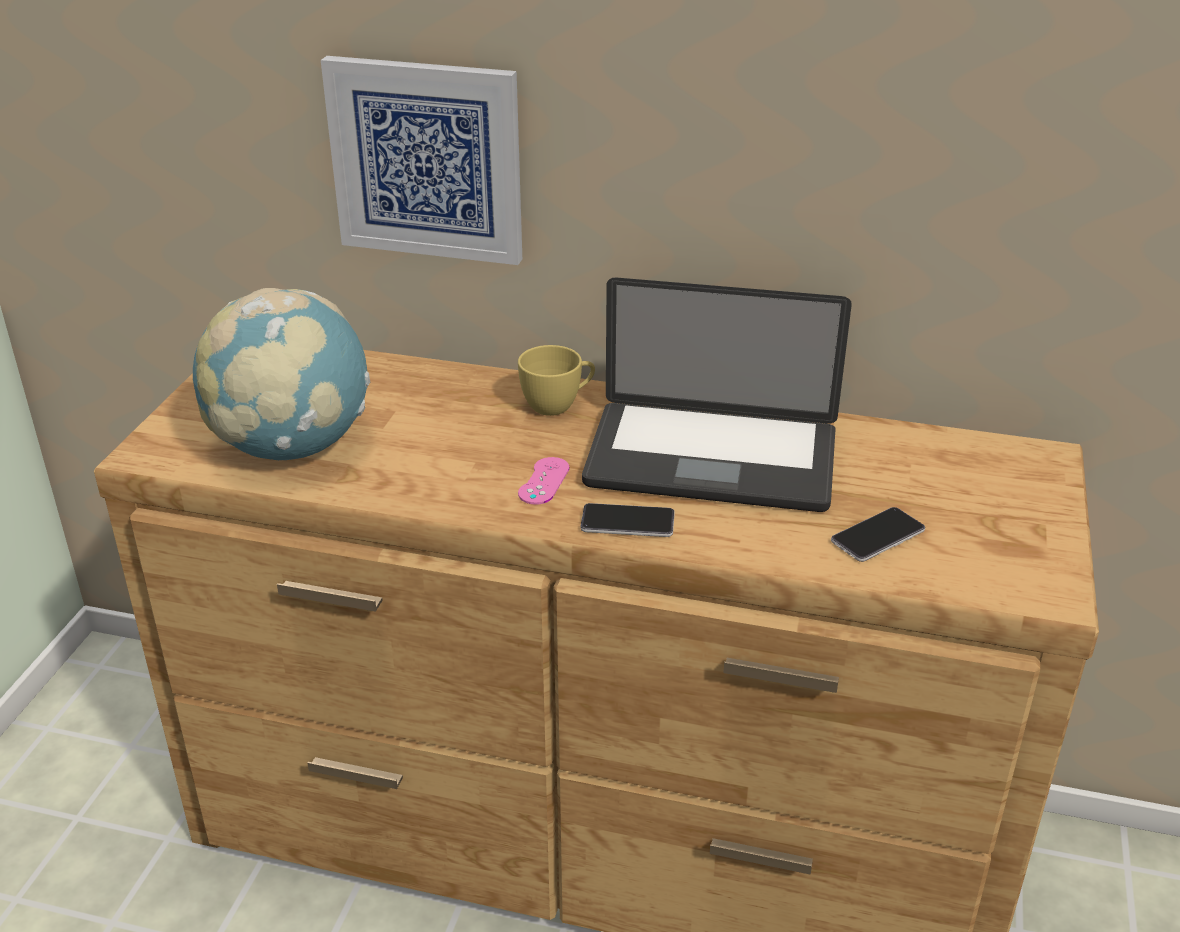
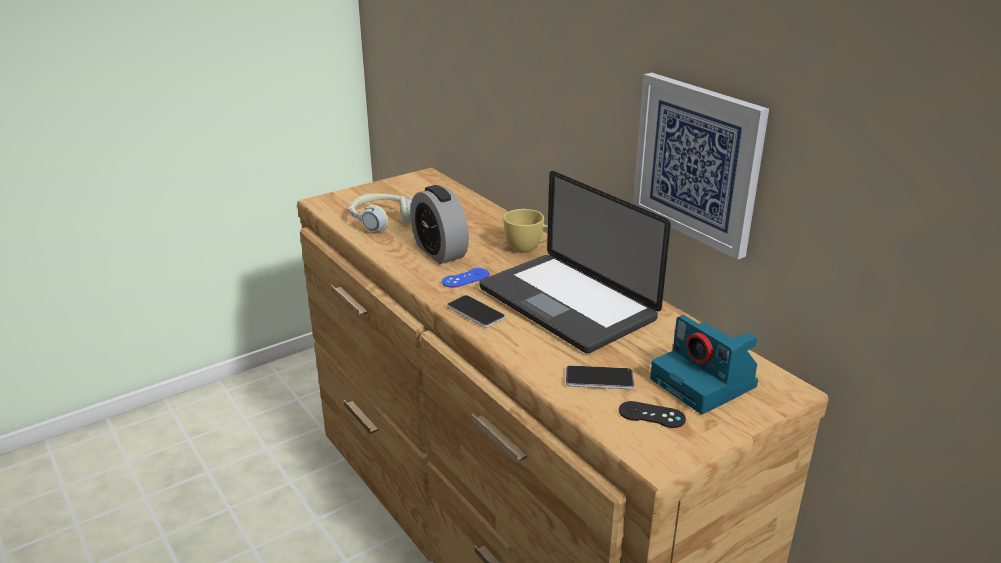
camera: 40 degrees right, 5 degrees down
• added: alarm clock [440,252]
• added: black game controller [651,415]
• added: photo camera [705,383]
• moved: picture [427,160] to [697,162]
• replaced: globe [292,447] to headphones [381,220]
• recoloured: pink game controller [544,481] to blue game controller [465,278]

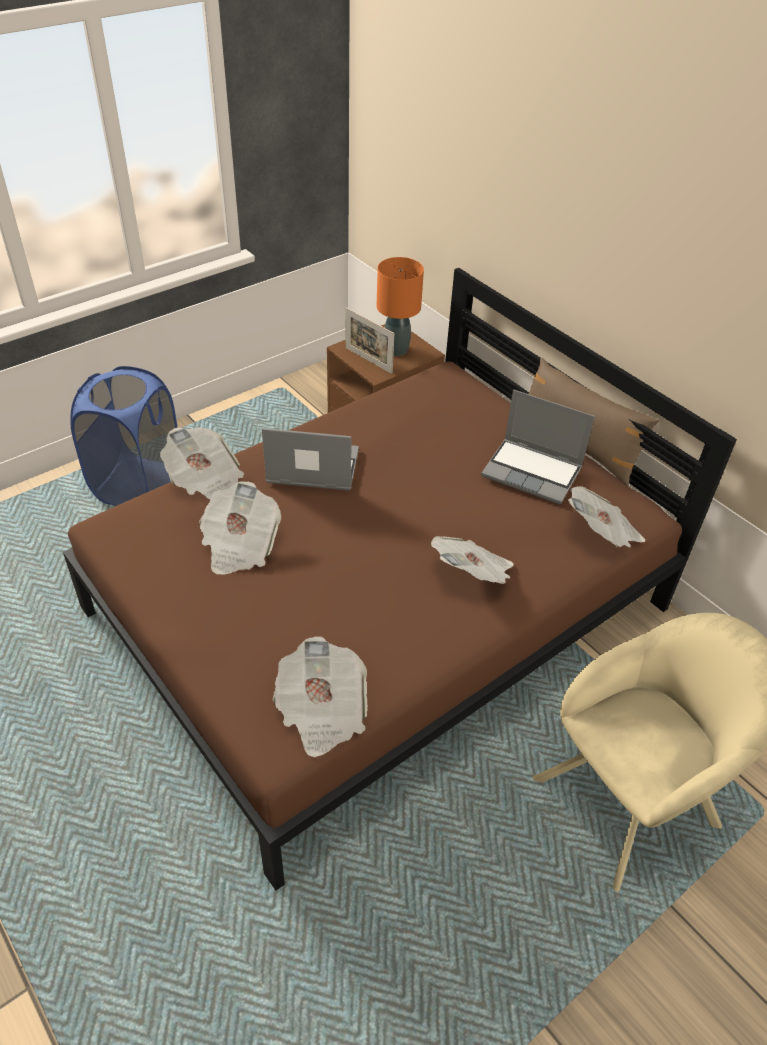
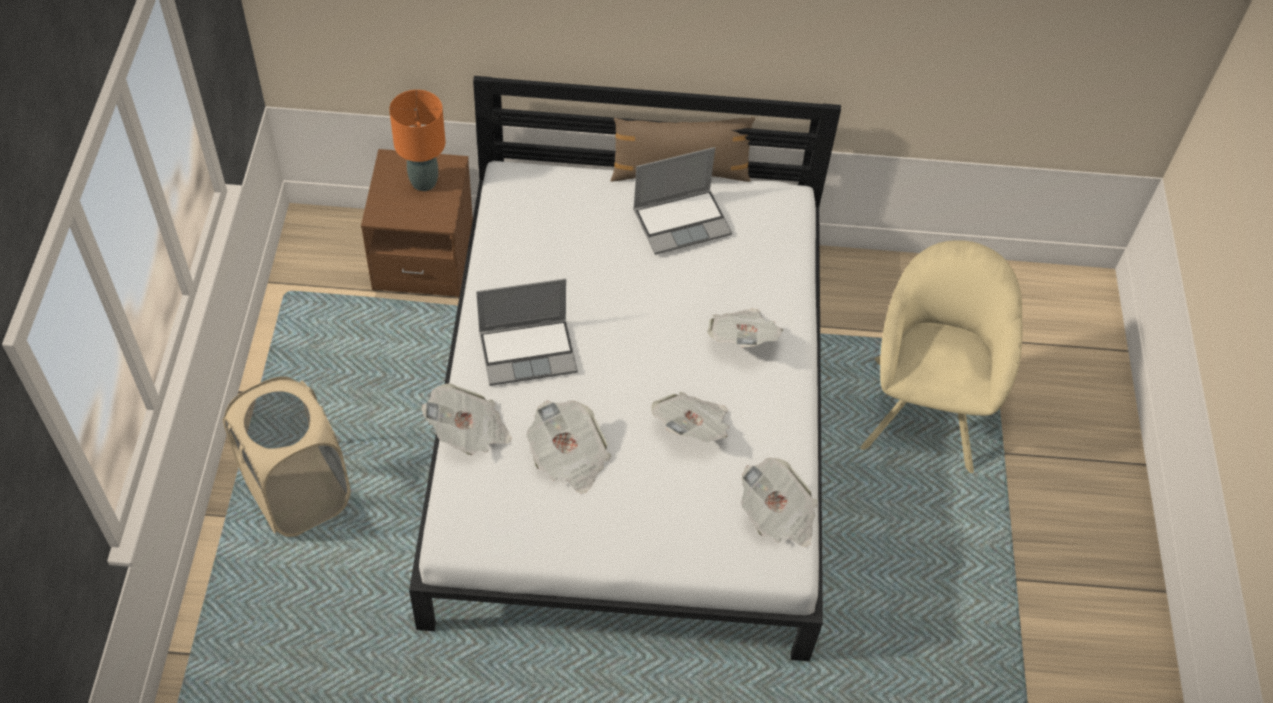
camera: 50 degrees left, 10 degrees up
• removed: picture frame [368,360]
• moved: newspaper [602,534] to [692,428]
• recoloured: brown bed [380,609] to white bed [632,422]
• recoloured: blue laundry basket [138,484] to beige laundry basket [298,493]
• turned: laptop [311,468] = [529,351] 150 degrees counterclockwise

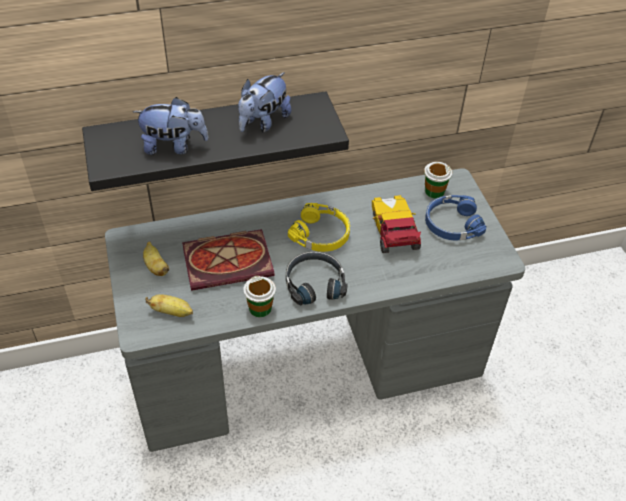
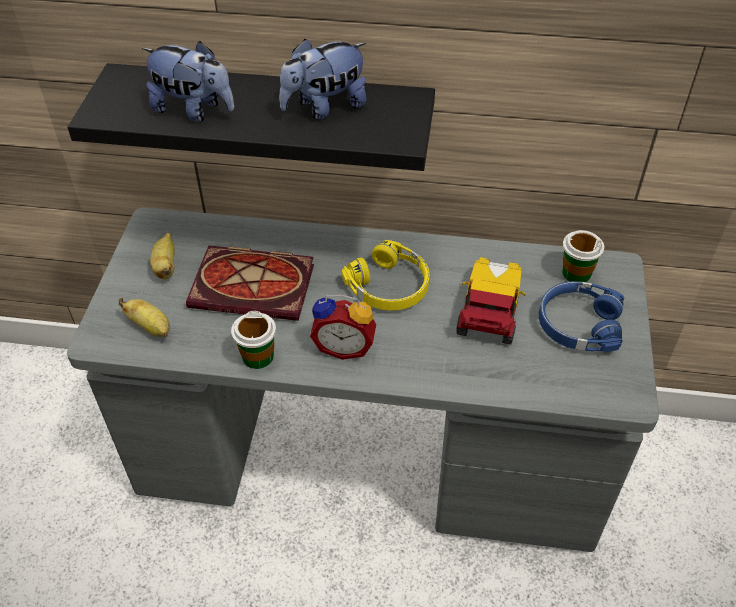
camera: 25 degrees right, 0 degrees up
• replaced: black headphones [314,283] to alarm clock [344,346]

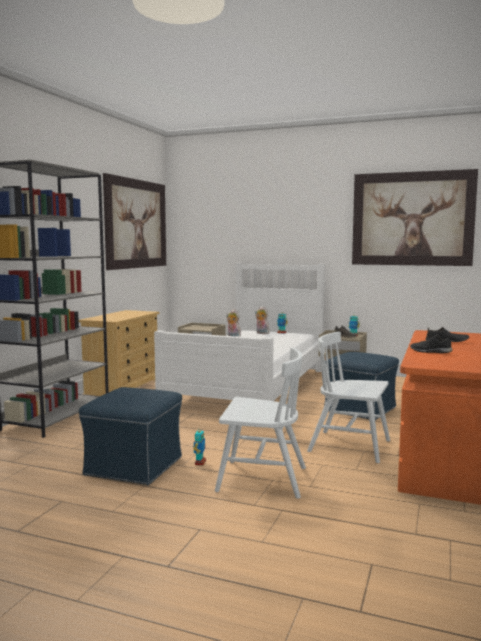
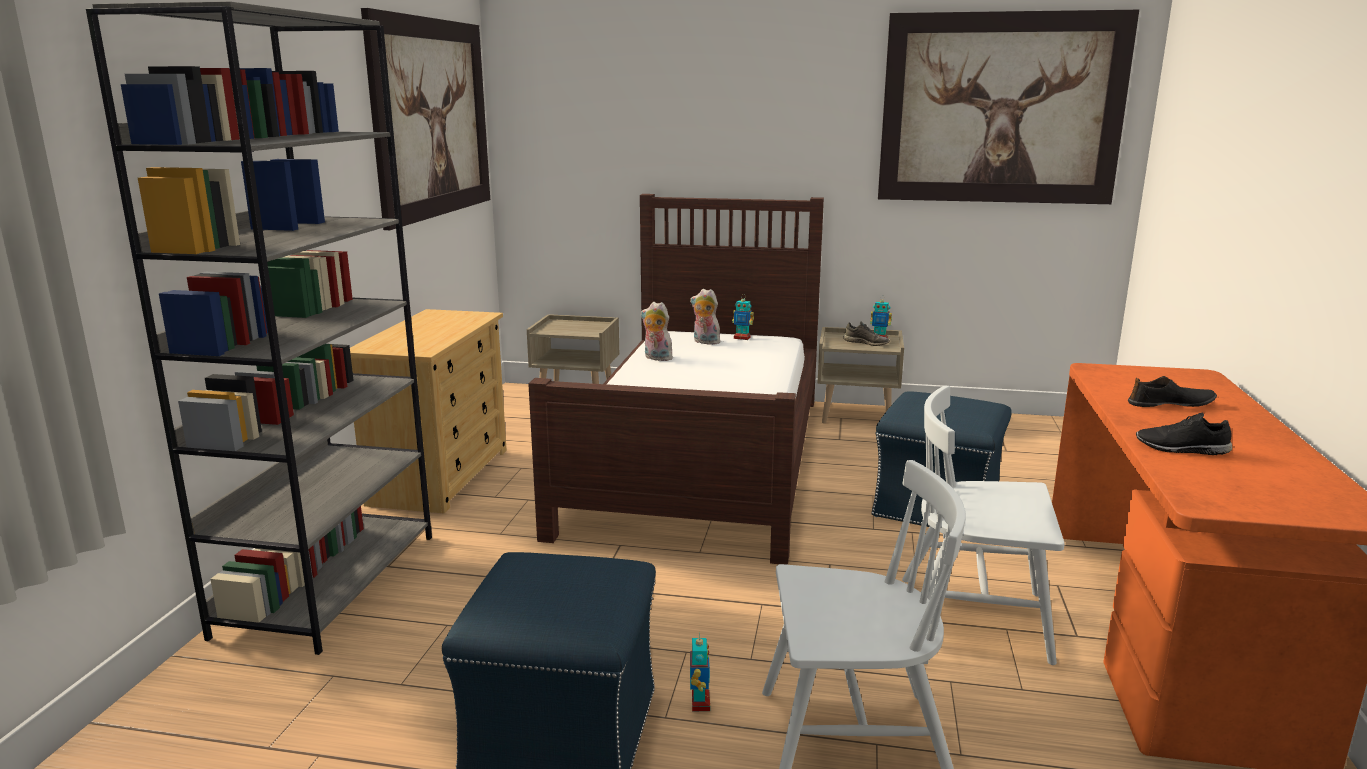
camera: 10 degrees left, 10 degrees up
• recoloured: white bed [251,387] to brown bed [701,459]

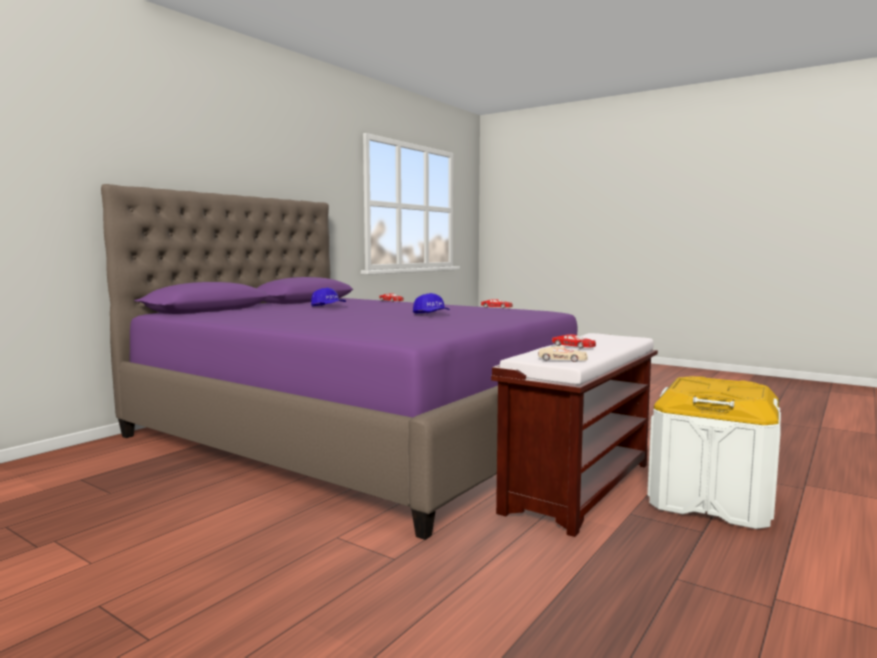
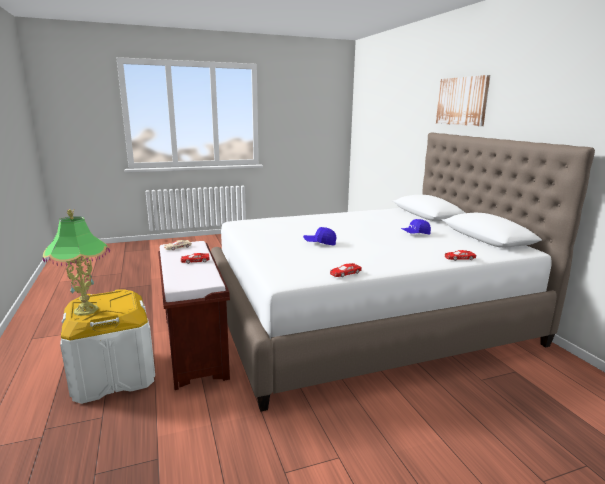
camera: 125 degrees right, 10 degrees up
• added: table lamp [86,310]
• added: picture [462,101]
• recoloured: purple bed [357,434] to white bed [365,318]

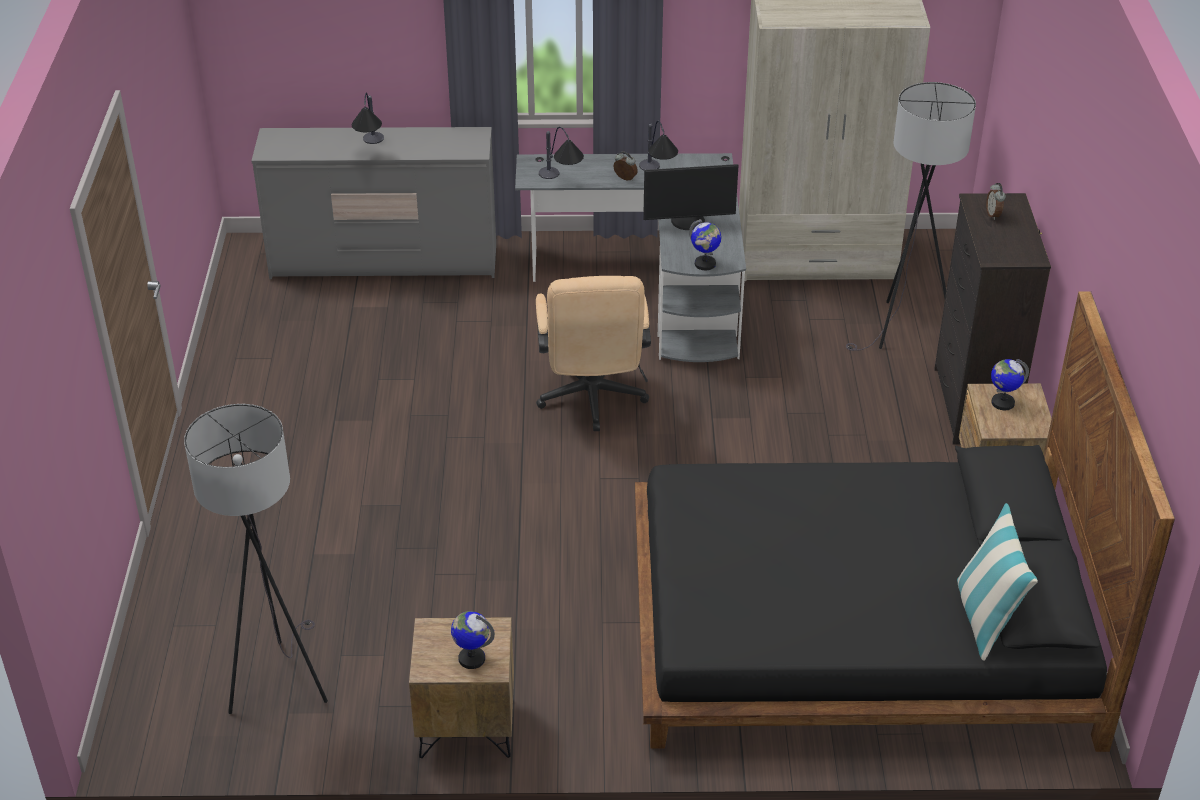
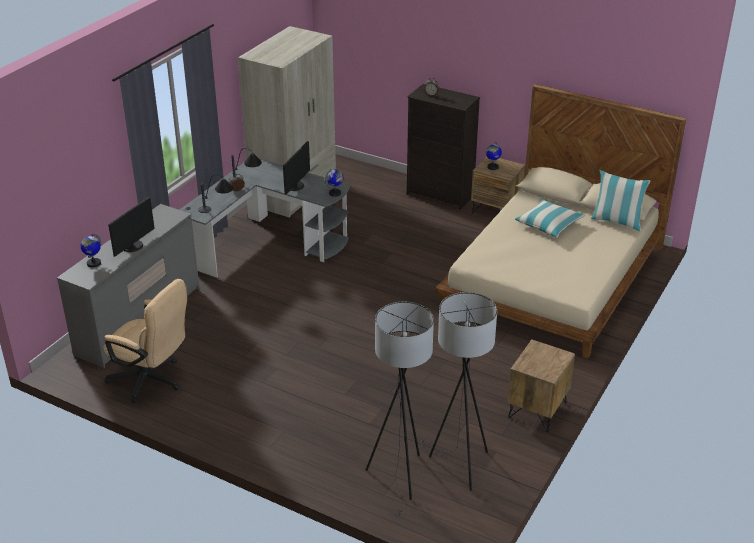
camera: 60 degrees left, 5 degrees down
• added: pillow [549,224]
• moved: globe [471,658] to [93,263]
• moved: beige office chair [592,401] to [152,381]
• moved: grey floor lamp [903,331] to [401,478]
• replaced: table lamp [371,150] to monitor [133,246]
• recoloured: black bed [856,629] to beige bed [554,277]

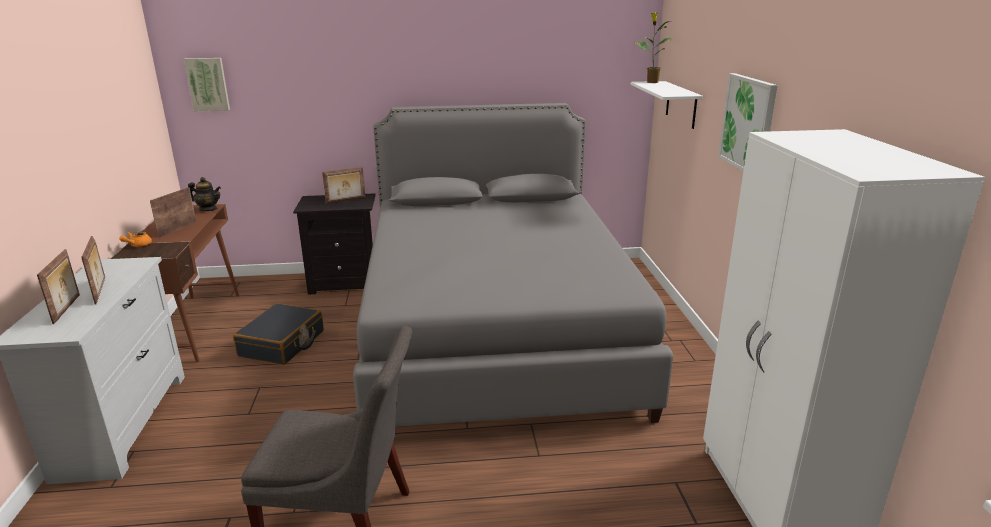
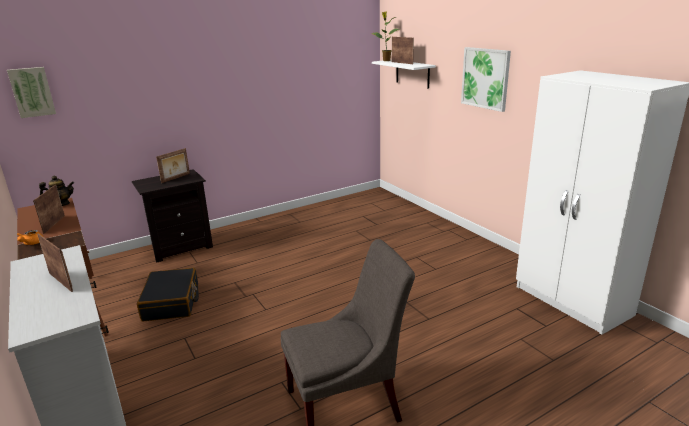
camera: 25 degrees left, 0 degrees up
• removed: grey bed [495,331]
• moved: picture frame [68,308] to [402,63]

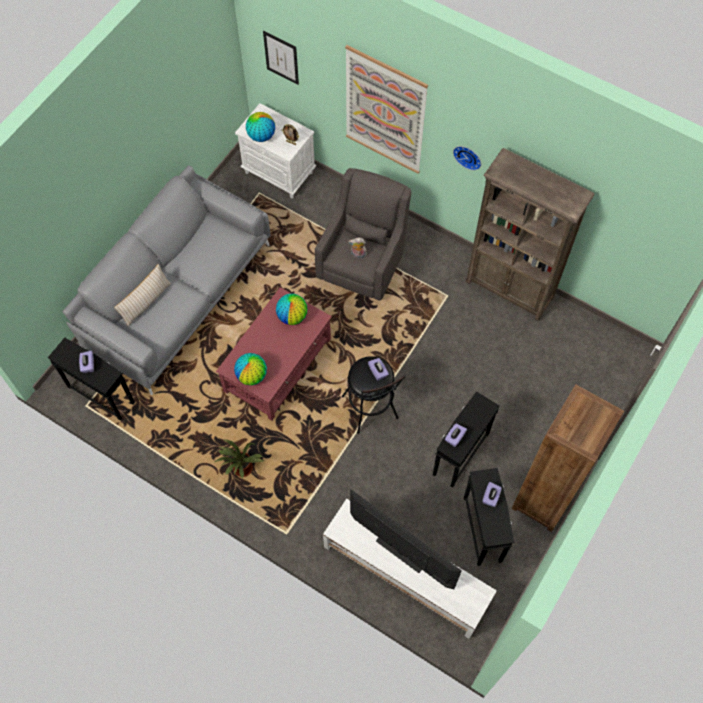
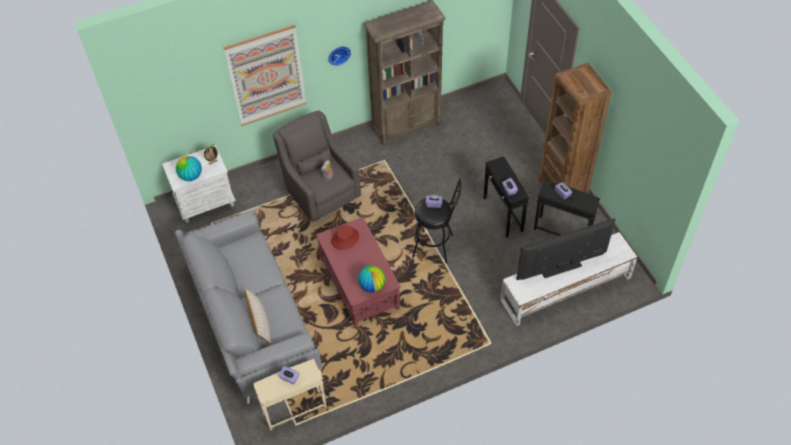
camera: 55 degrees left, 10 degrees down
• removed: potted plant [242,470]
• removed: picture [281,57]
• replaced: globe [292,316] to red hat [345,238]
• recoloured: black side table [101,394] to beige side table [294,409]

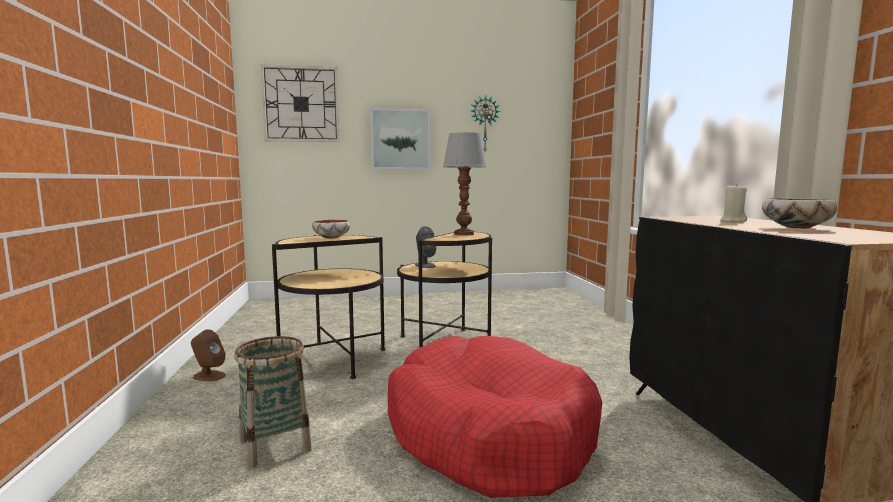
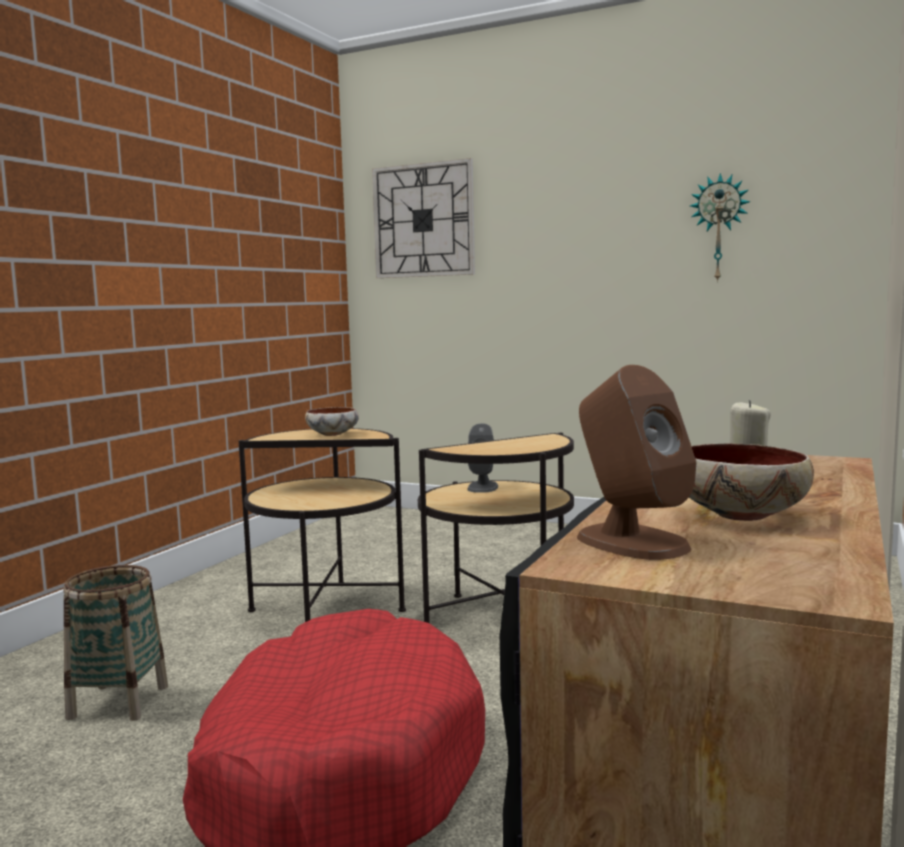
camera: 35 degrees right, 0 degrees up
• removed: picture [400,139]
• removed: table lamp [464,234]
• moved: brown speaker [209,376] to [631,542]

